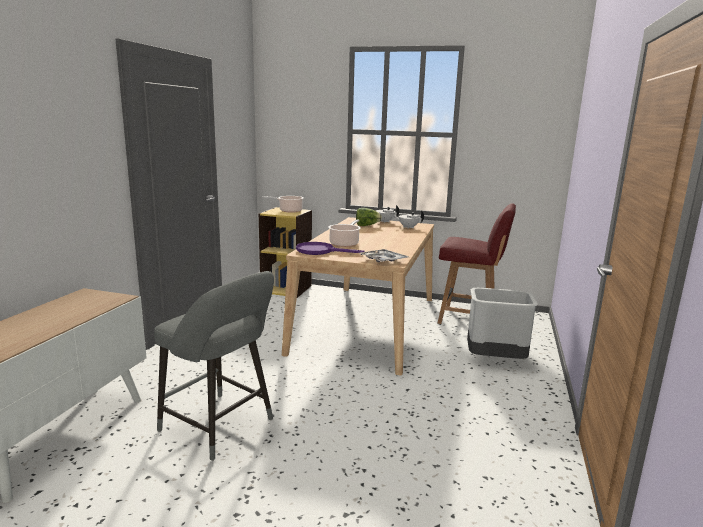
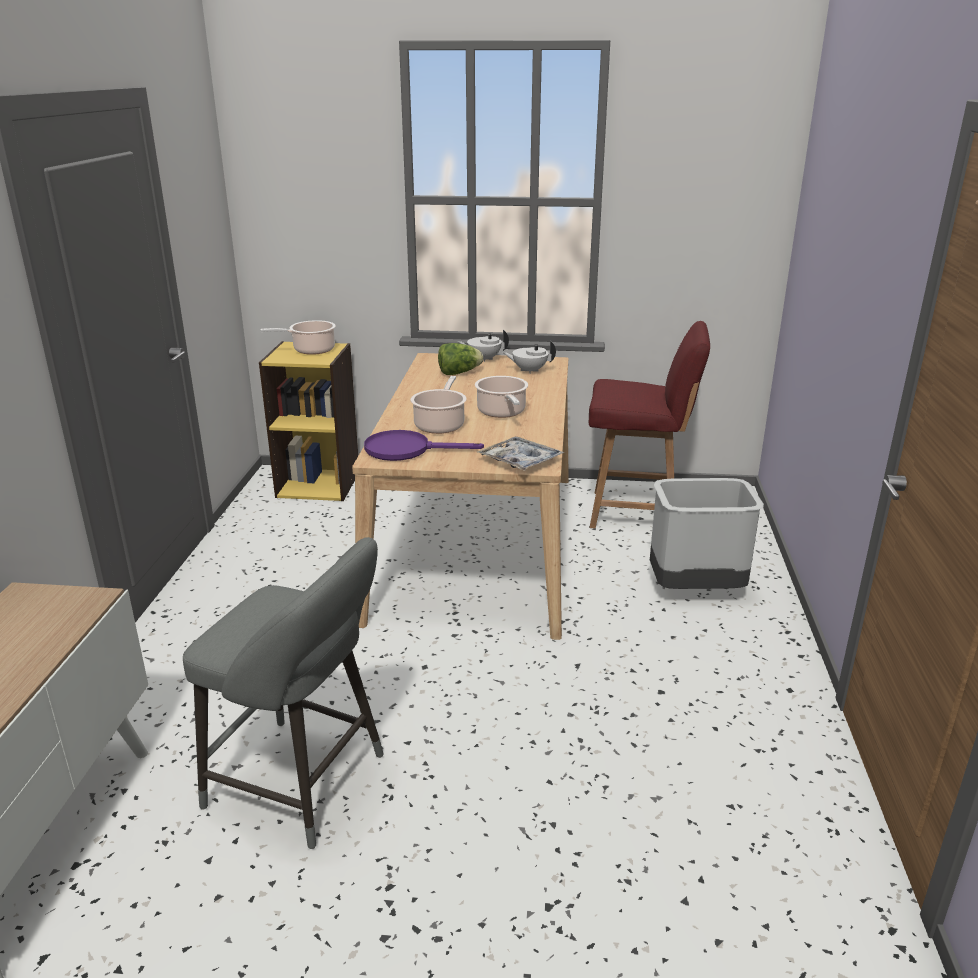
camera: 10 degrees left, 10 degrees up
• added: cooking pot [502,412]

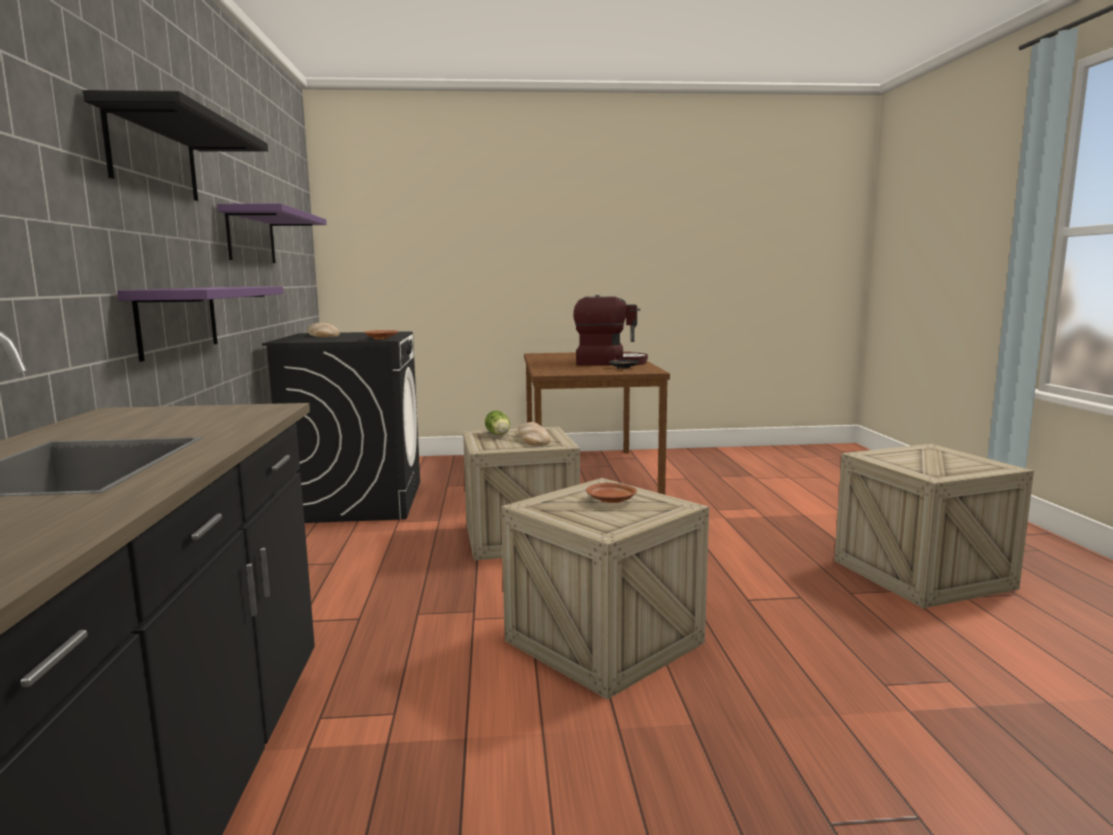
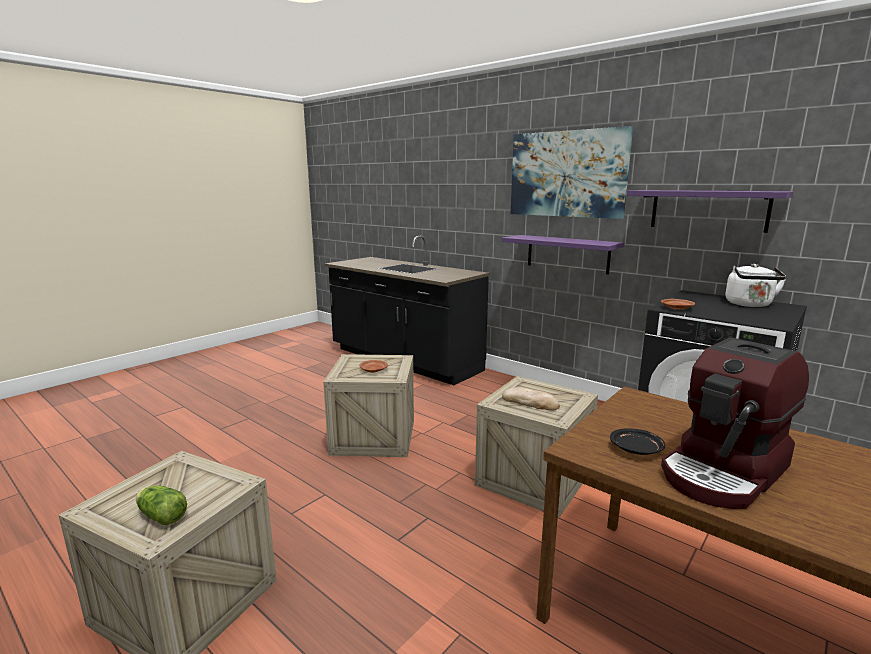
camera: 135 degrees right, 5 degrees up
• moved: lettuce [499,435] to [161,515]
• replaced: black shelf [154,156] to picture [567,174]
• replaced: bread [322,335] to white kettle [749,305]

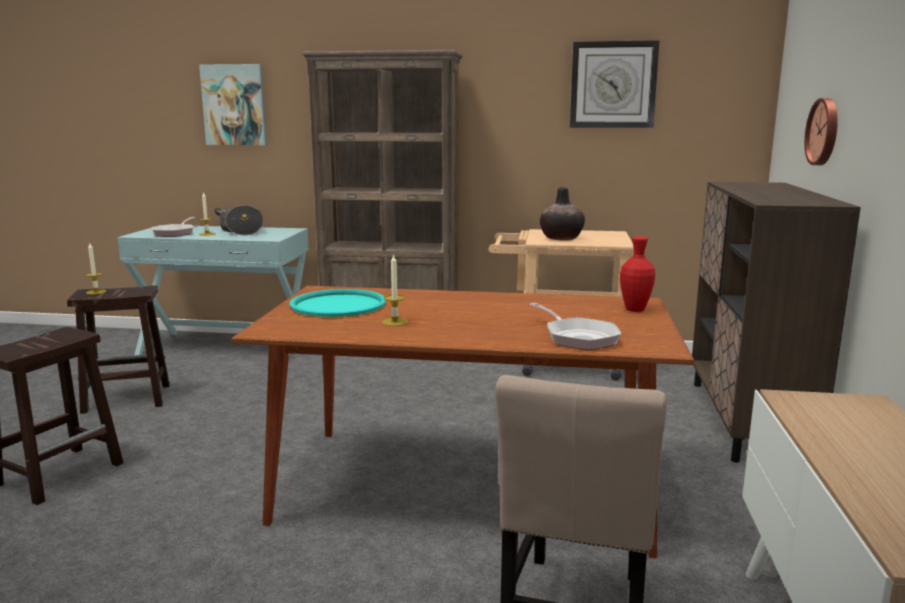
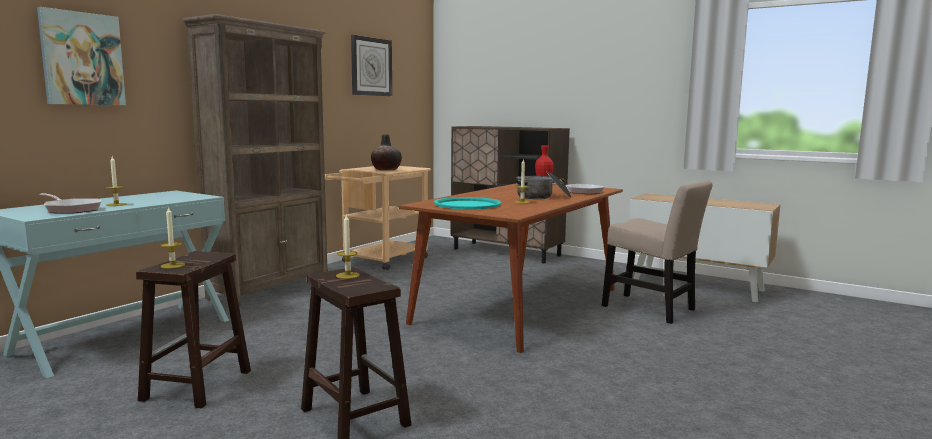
camera: 65 degrees left, 5 degrees down
• removed: wall clock [824,132]
• added: candle [347,275]
• moved: cooking pot [241,231] to [543,197]

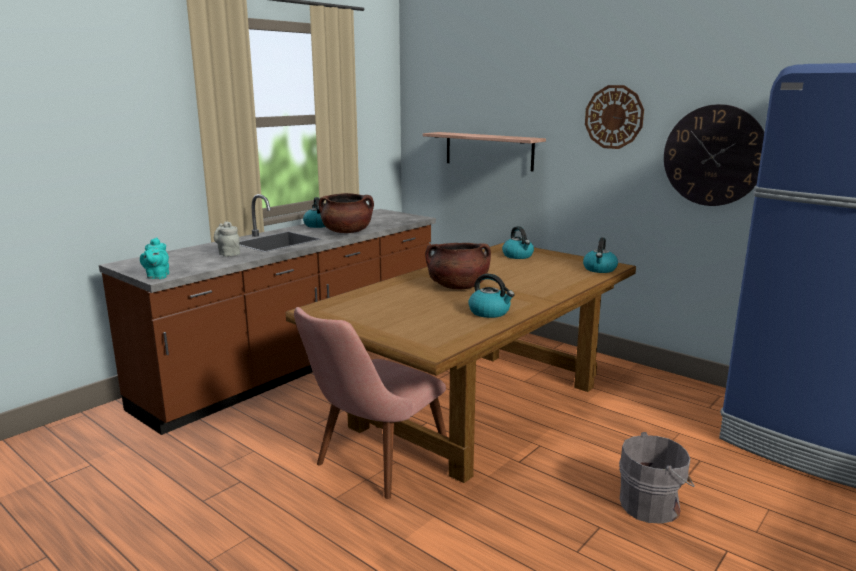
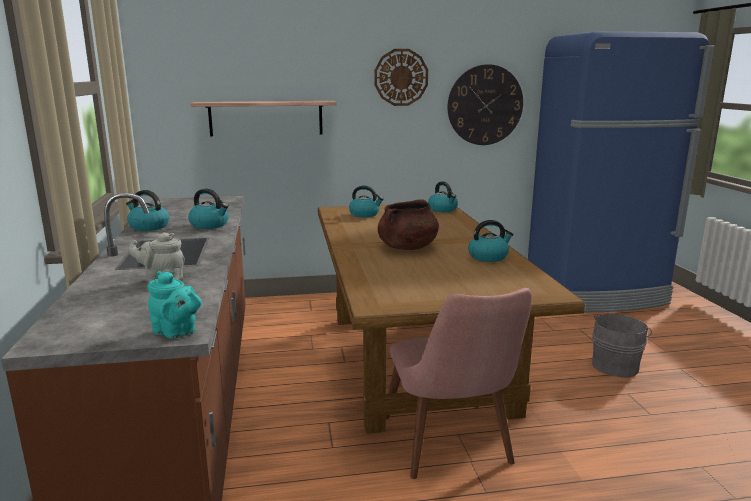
camera: 50 degrees left, 0 degrees up
• replaced: brown cooking pot [347,232] to kettle [210,225]

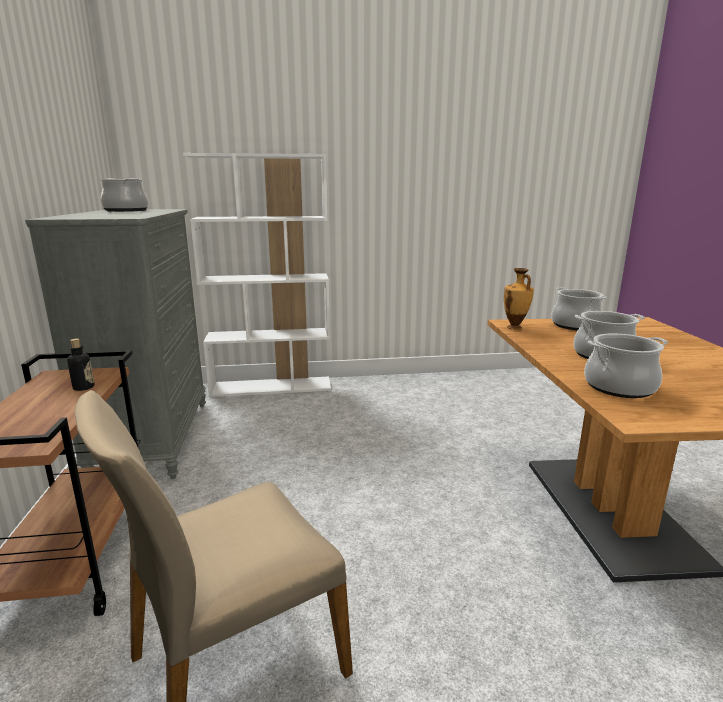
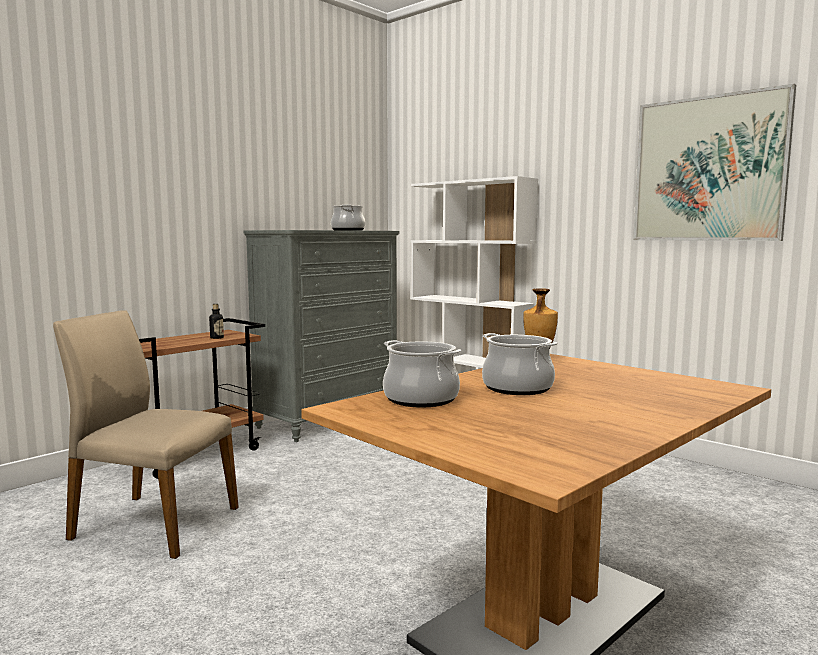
camera: 50 degrees right, 10 degrees down
• removed: cooking pot [575,325]
• added: picture [708,169]

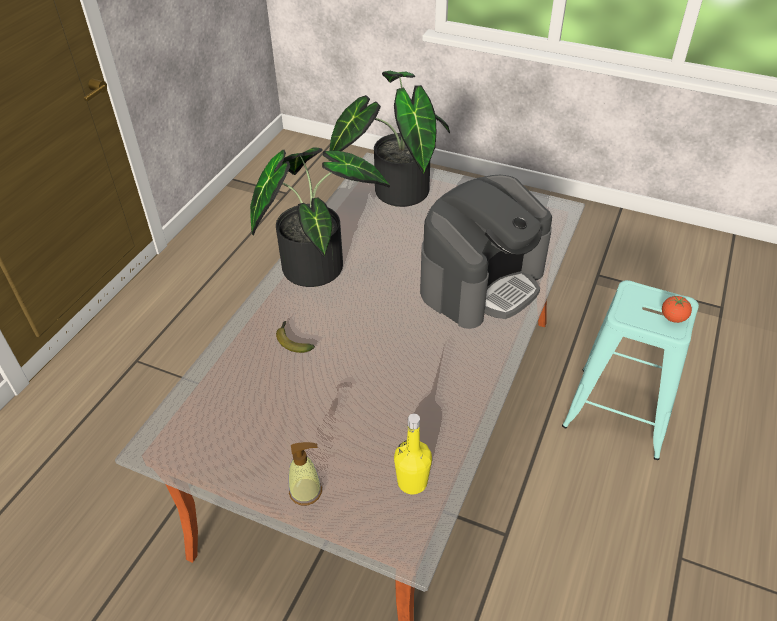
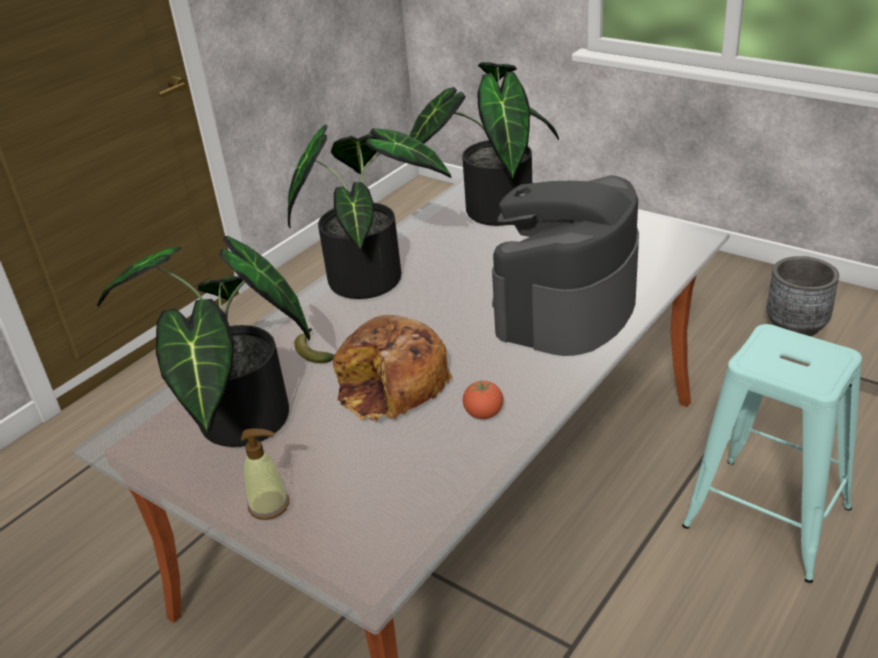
camera: 15 degrees right, 10 degrees down
• removed: yellow bottle [412,482]
• added: potted plant [237,426]
• added: bread [392,385]
• added: grey planter [796,326]
• moved: tomato [673,318] to [483,414]
• turned: coffee machine [482,282] = [565,307] 150 degrees clockwise

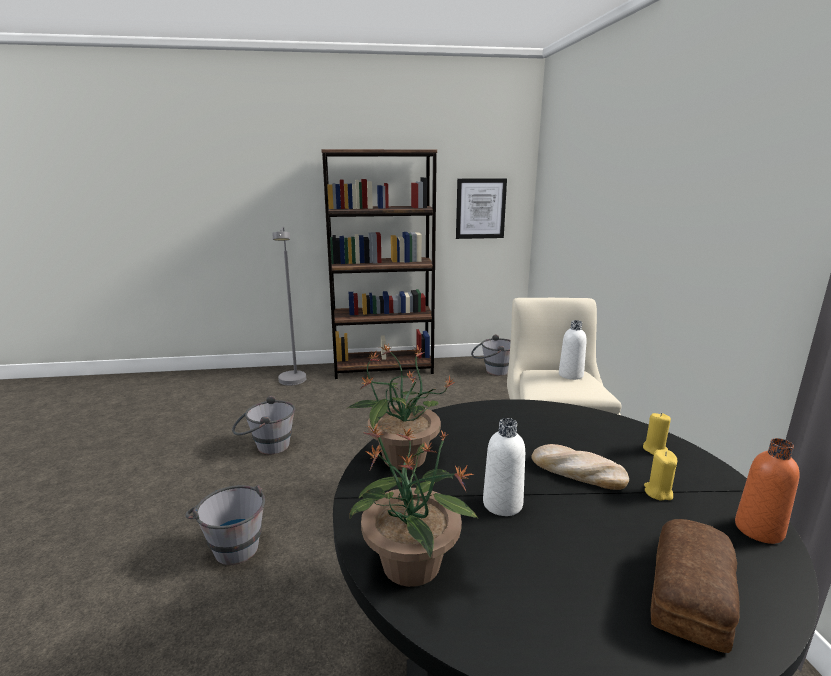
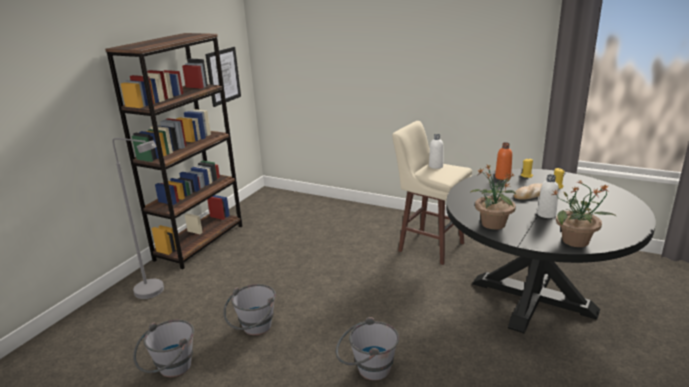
camera: 55 degrees left, 5 degrees up
• removed: bread [692,595]
• moved: grey bucket [492,371] to [170,370]
• moved: orange bottle [759,529] to [502,177]

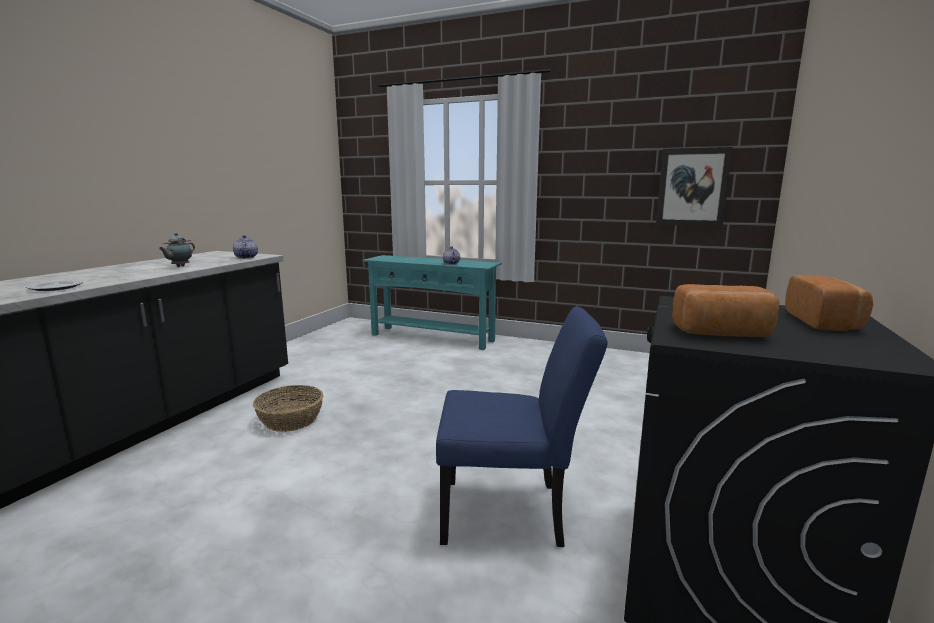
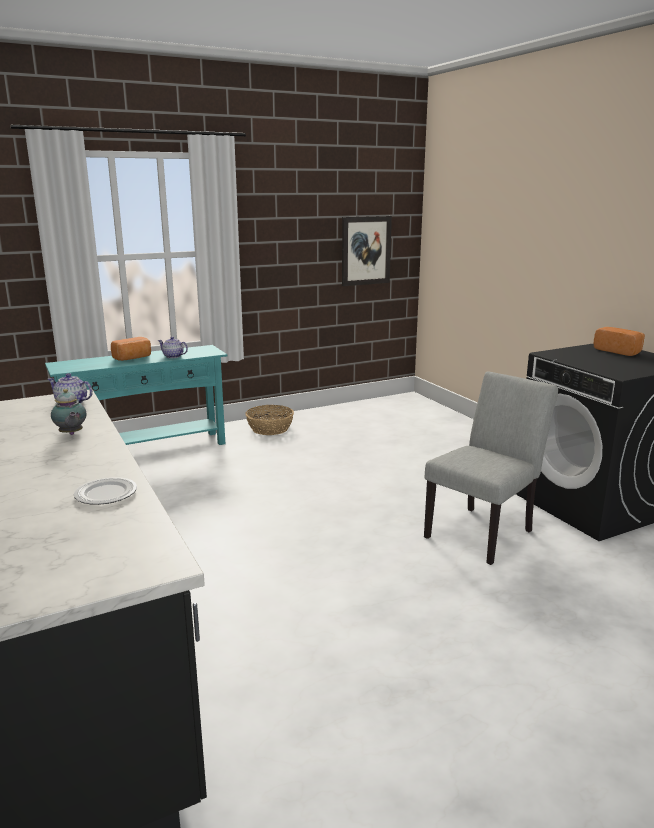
camera: 50 degrees left, 5 degrees up
• moved: basket [290,420] to [270,429]
• moved: bread [722,334] to [133,358]
• recoloured: blue chair [513,513] to grey chair [484,531]

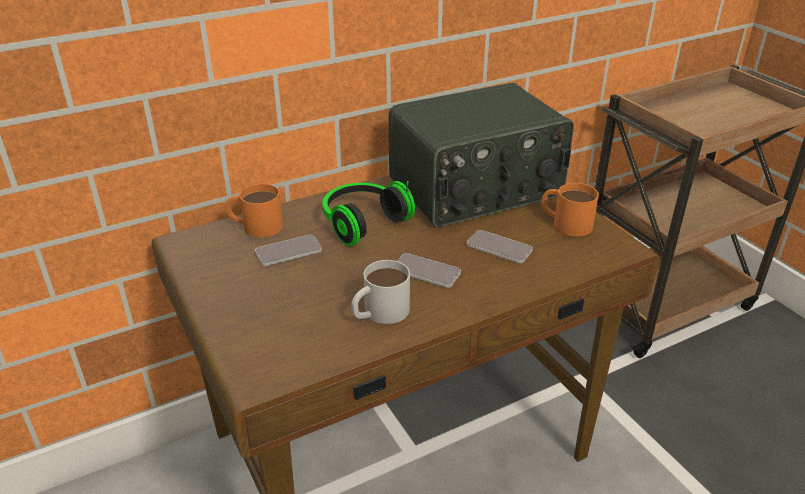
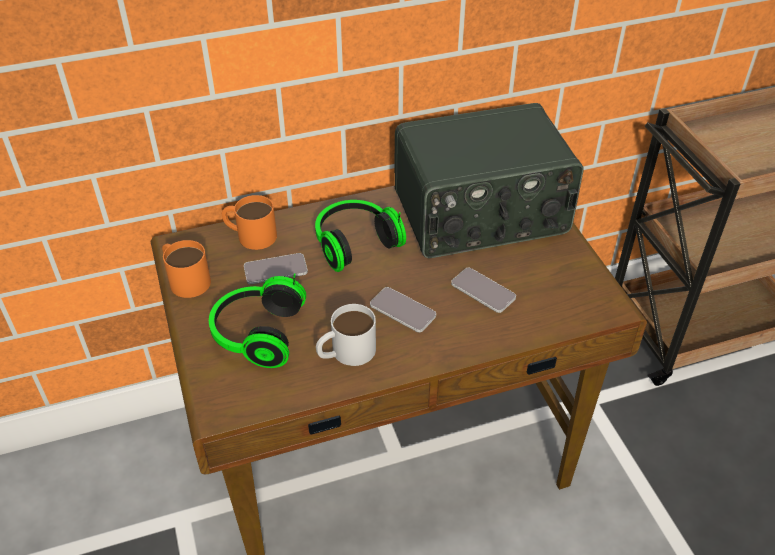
camera: 10 degrees right, 10 degrees up
• added: headphones [256,334]
• moved: orange mug [565,223] to [185,278]

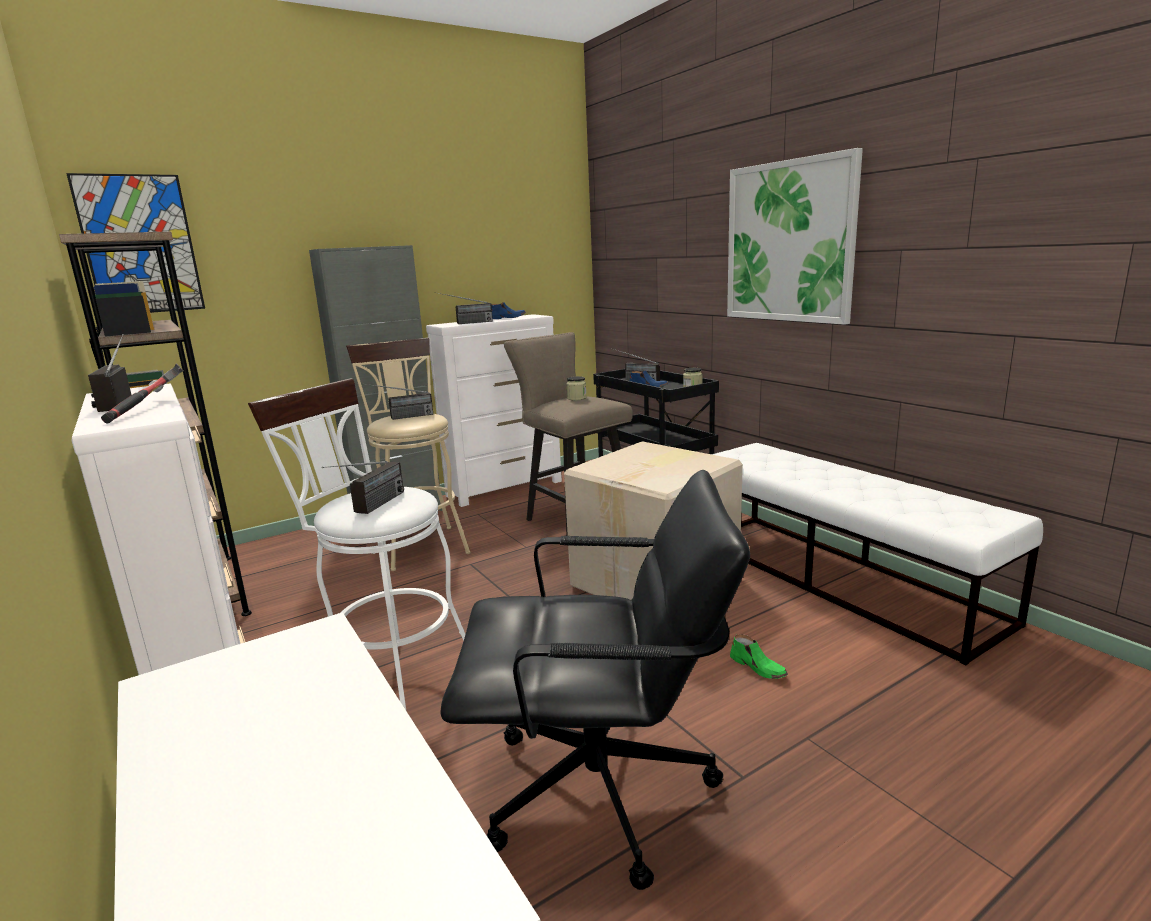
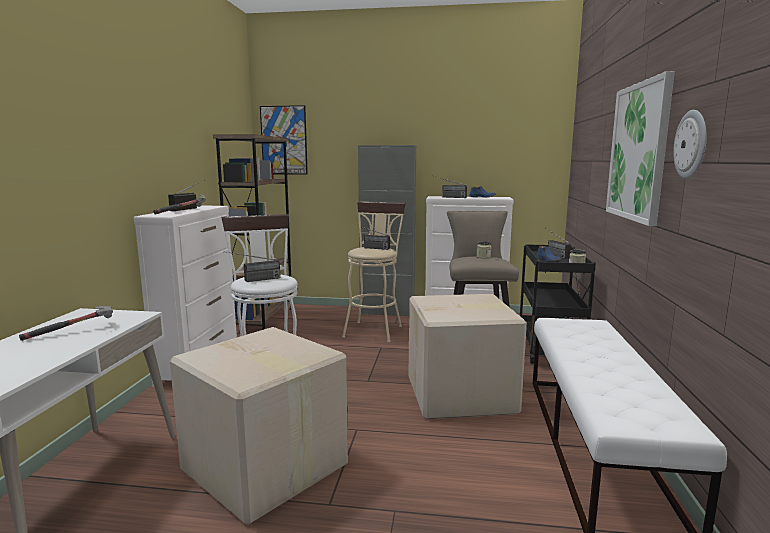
camera: 40 degrees right, 5 degrees down
• removed: green shoe [758,667]
• added: hammer [73,331]
• added: wall clock [691,144]
• replaced: black office chair [601,791] to cardboard box [264,469]

